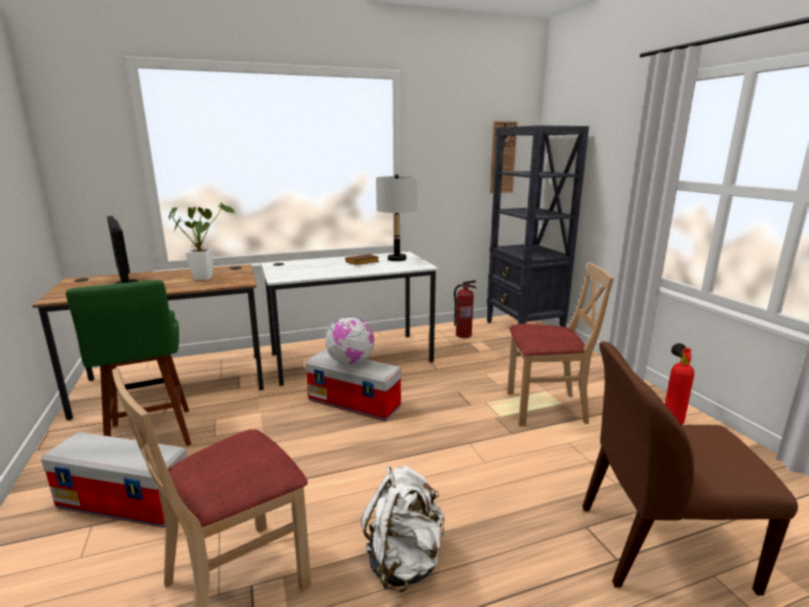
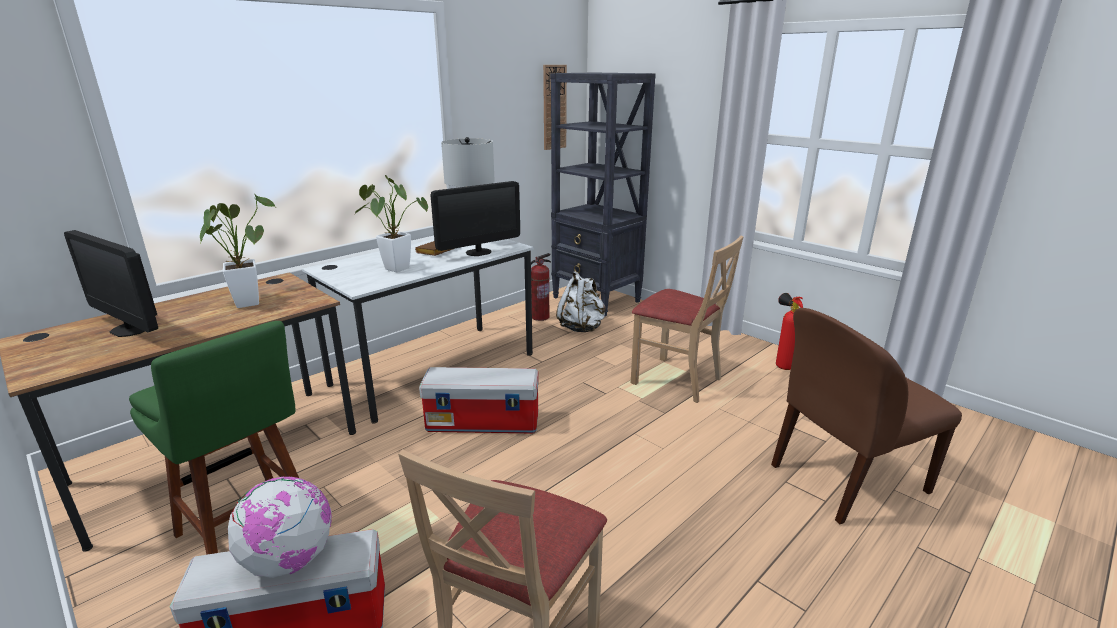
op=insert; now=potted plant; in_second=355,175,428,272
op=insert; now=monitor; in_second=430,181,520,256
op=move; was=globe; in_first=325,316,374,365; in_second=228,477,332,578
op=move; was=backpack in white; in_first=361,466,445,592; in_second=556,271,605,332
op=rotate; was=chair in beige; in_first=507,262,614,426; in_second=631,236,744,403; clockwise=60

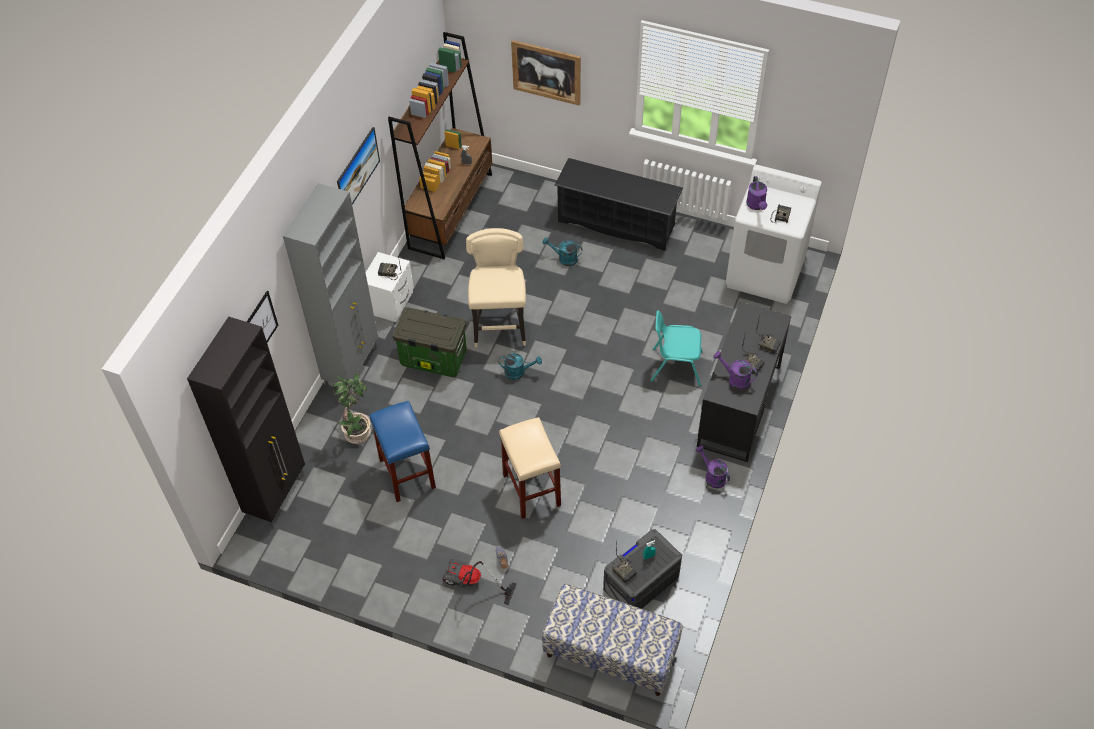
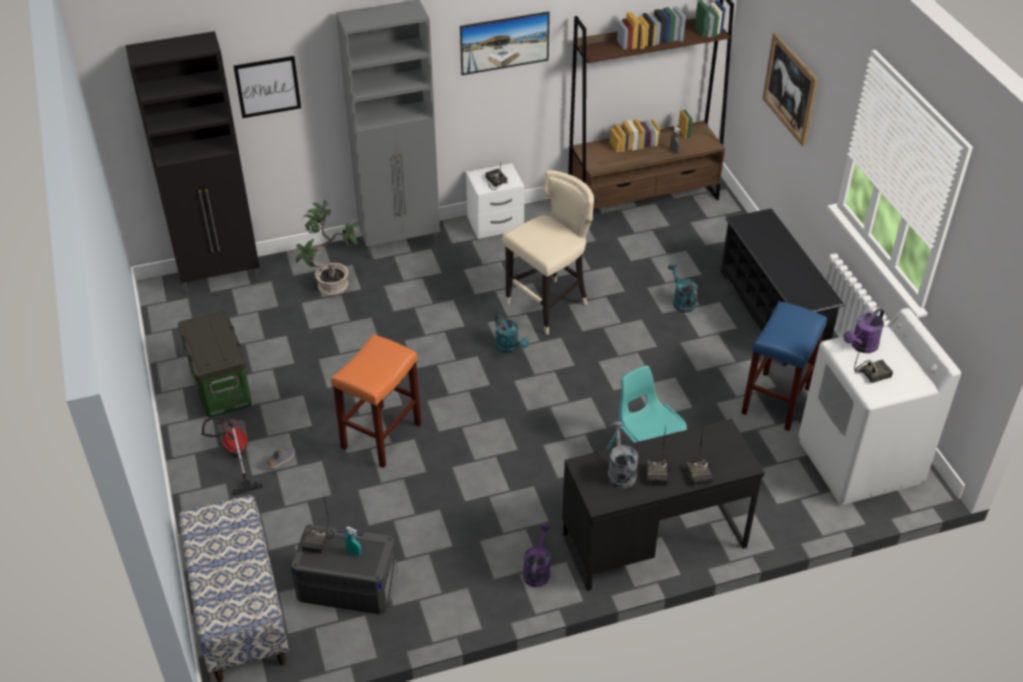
op=move; was=stool in blue; in_first=369,401,436,502; in_second=741,301,827,431
op=move; was=storage box; in_first=392,307,467,377; in_second=178,310,252,418
op=recolor; was=stool in beige; now=stool in orange; in_first=499,417,561,519; in_second=331,334,421,468
op=recolor; was=watering can in purple; now=watering can in grey; in_first=713,351,758,390; in_second=608,421,638,488

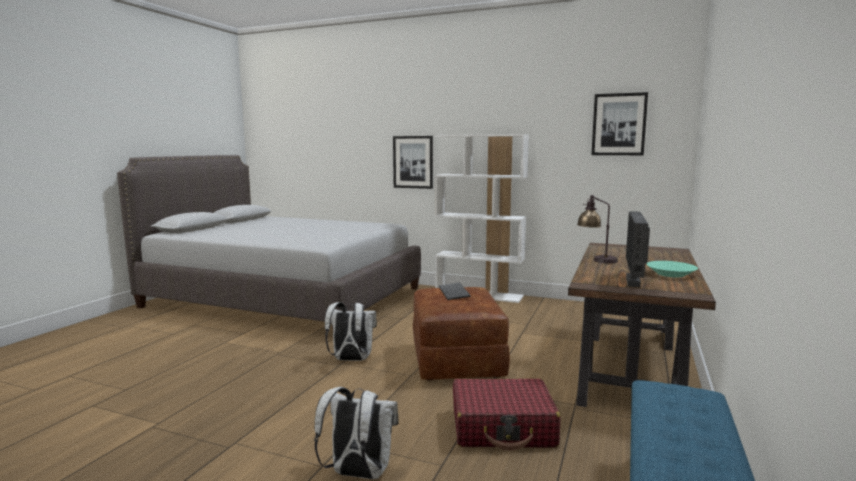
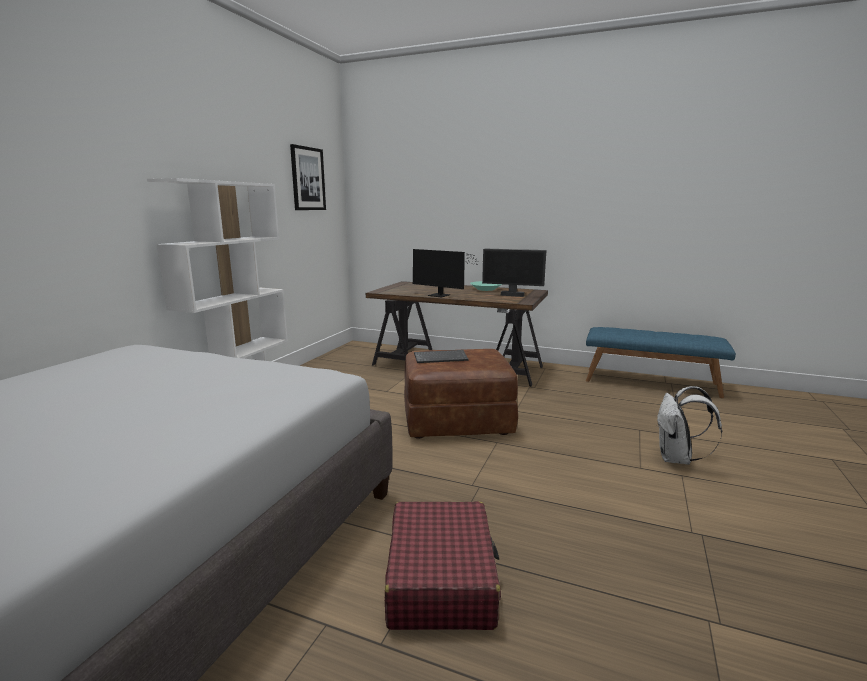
op=delete; was=backpack in white; in_first=325,302,377,361
op=delete; was=picture; in_first=393,136,433,189
op=move; was=suitcase in red; in_first=453,379,561,451; in_second=385,501,501,630
op=replace; was=table lamp; now=monitor; in_first=577,195,618,263; in_second=413,249,483,298

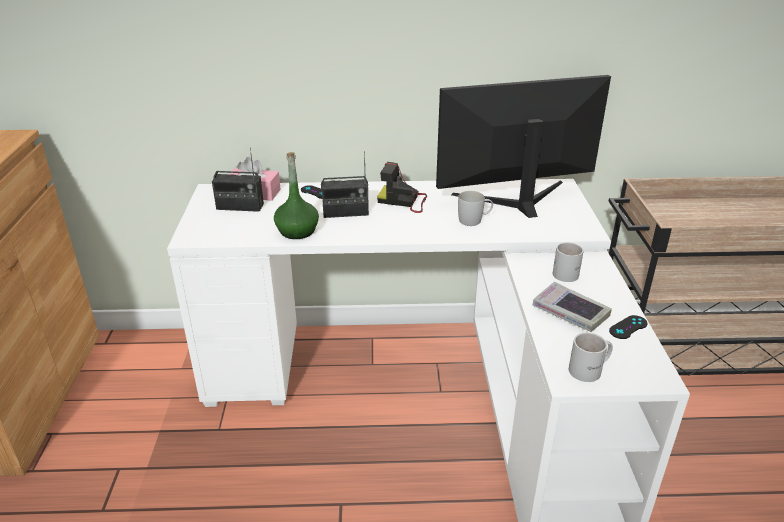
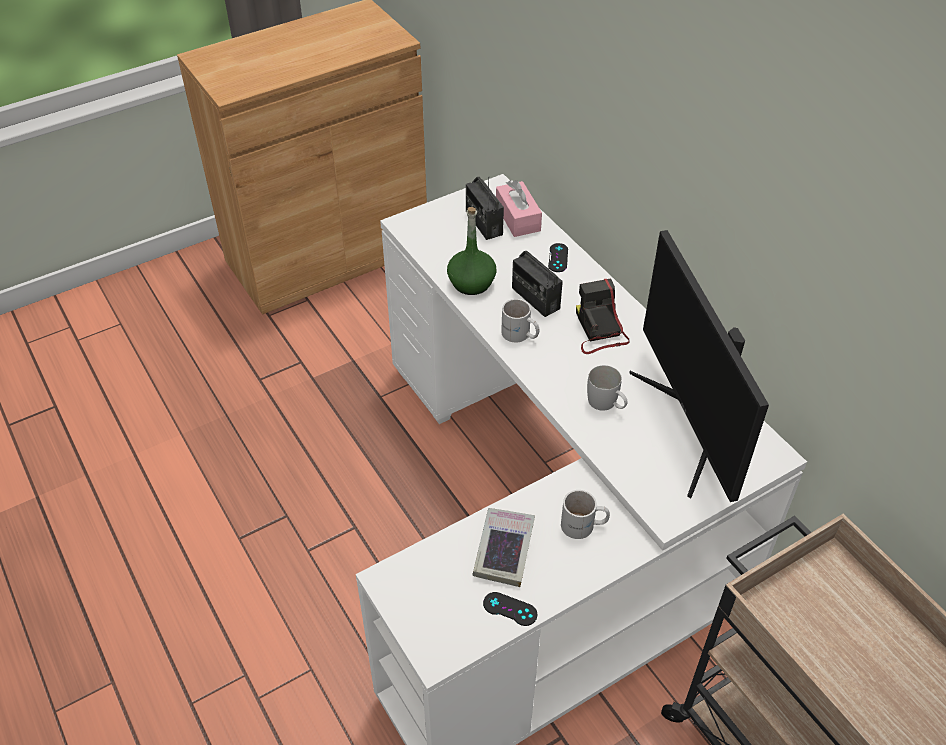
op=move; was=mug in white; in_first=569,333,613,382; in_second=501,299,540,343
op=rotate; was=monitor; in_first=436,75,611,218; in_second=629,230,769,502; clockwise=-150

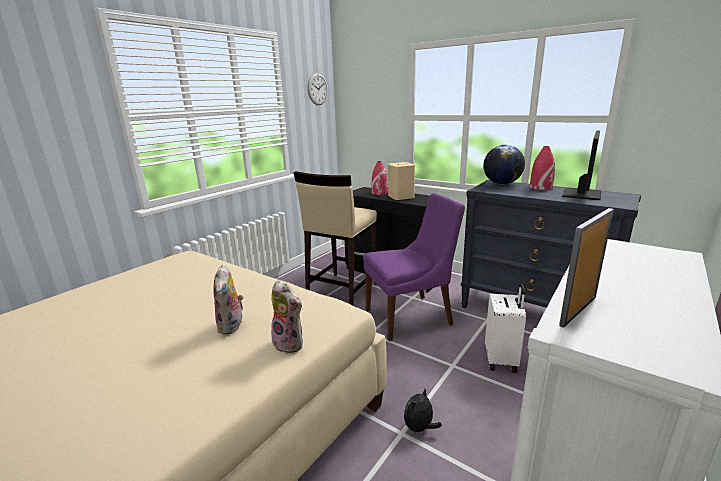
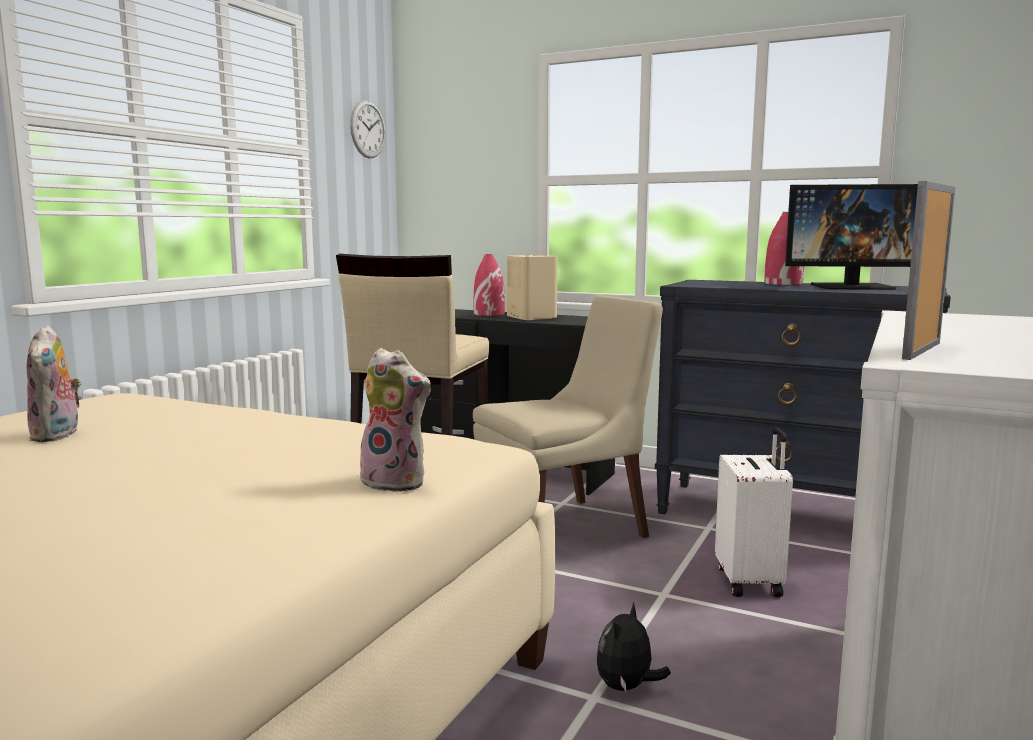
op=delete; was=globe; in_first=483,145,525,184
op=move; was=plush toy; in_first=213,265,243,334; in_second=27,325,81,442
op=recolor; was=chair in purple; now=chair in beige; in_first=363,193,465,341; in_second=473,295,663,538
op=rotate; was=monitor; in_first=562,130,601,200; in_second=785,184,918,290; clockwise=75

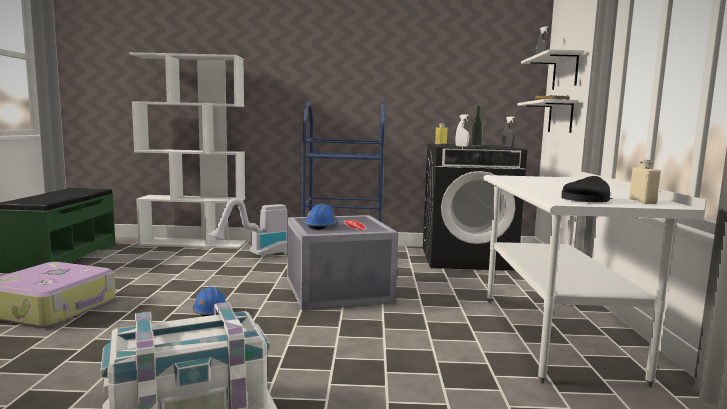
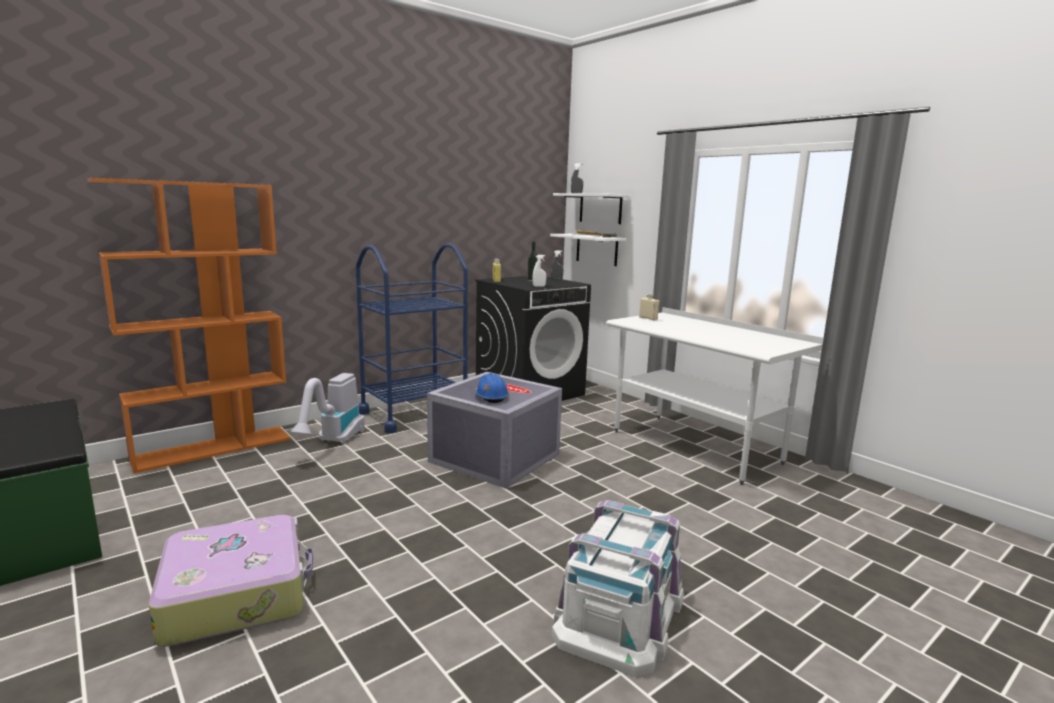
op=delete; was=hard hat in blue; in_first=193,286,226,316
op=delete; was=cap in black; in_first=561,176,613,202
op=move; was=bottle in beige; in_first=629,159,661,204; in_second=639,294,659,321
op=recolor; was=bookcase in white; now=bookcase in orange; in_first=129,52,246,249; in_second=87,178,291,473

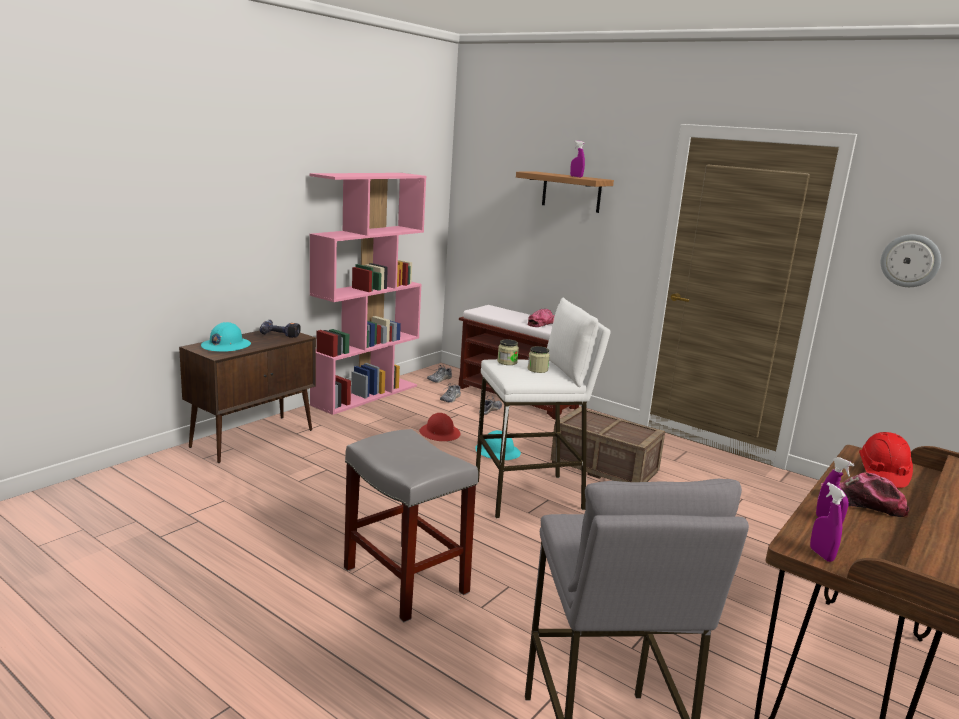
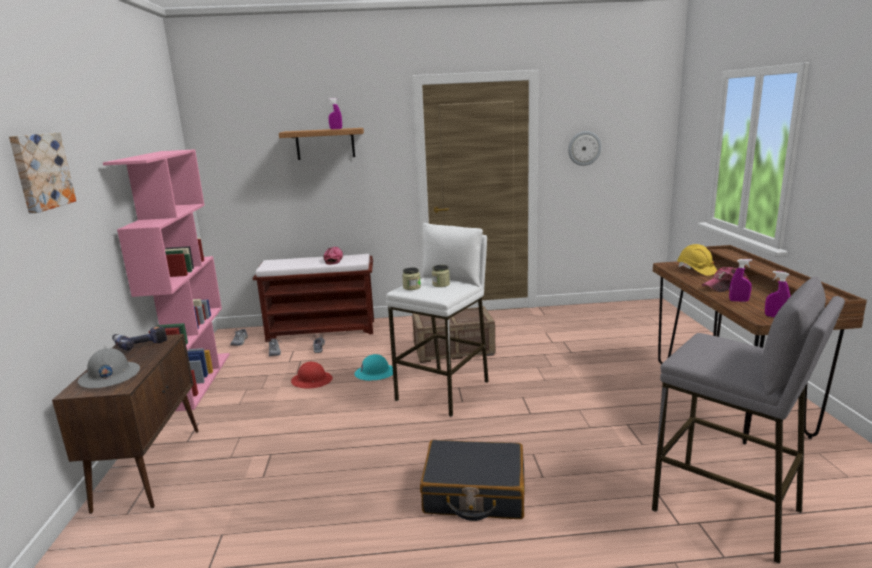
op=insert; now=picture; in_second=9,132,76,213
op=replace; was=stool in grey; now=suitcase in black; in_first=344,429,478,622; in_second=420,440,525,521
op=recolor; was=hard hat in turquoise; now=hard hat in grey; in_first=201,322,251,352; in_second=78,348,140,388
op=recolor; was=hard hat in red; now=hard hat in yellow; in_first=859,432,913,488; in_second=677,244,717,276

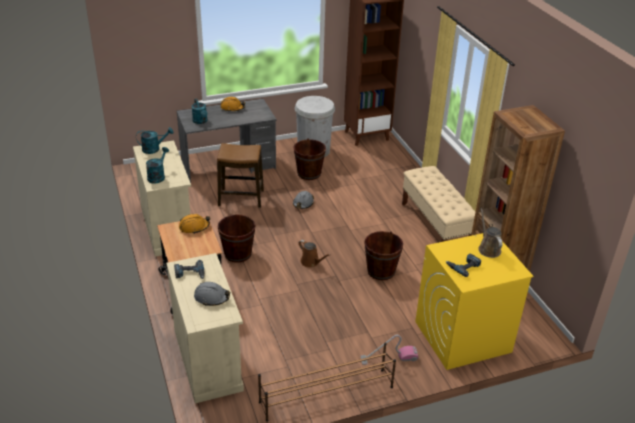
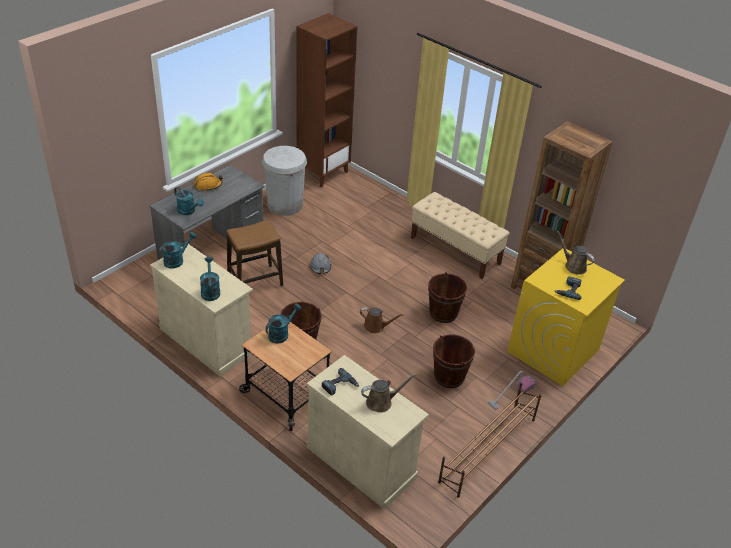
op=move; was=bucket in brown; in_first=294,138,326,180; in_second=433,334,475,388
op=replace; was=hard hat in orange; now=watering can in turquoise; in_first=179,214,210,234; in_second=266,303,302,343
op=replace; was=hard hat in grey; now=watering can in brown; in_first=194,282,230,306; in_second=361,374,416,413

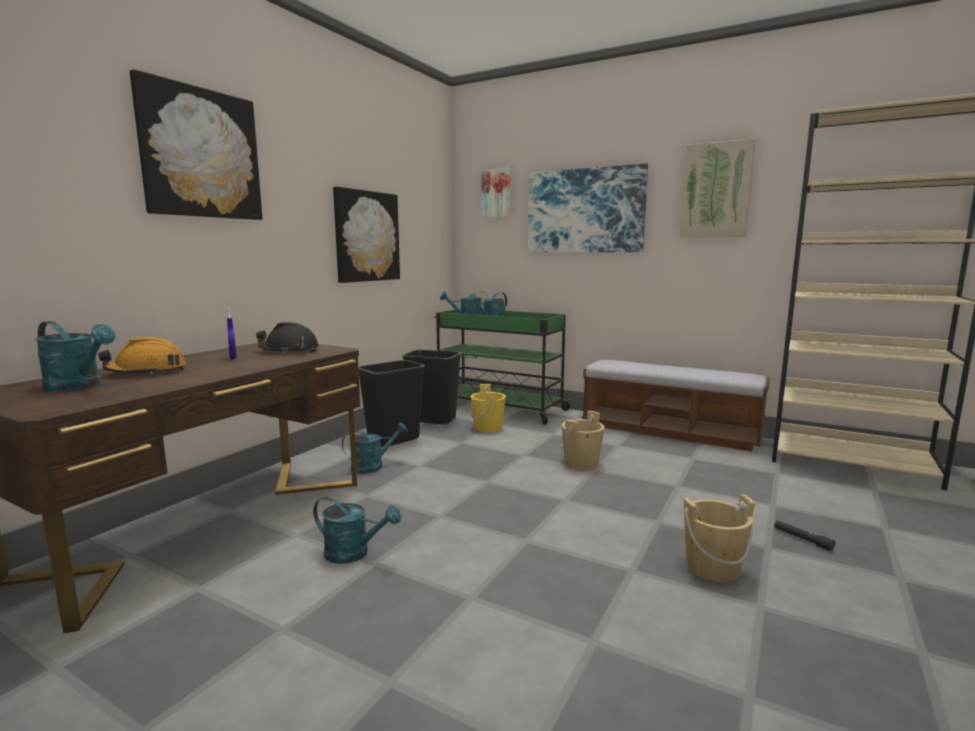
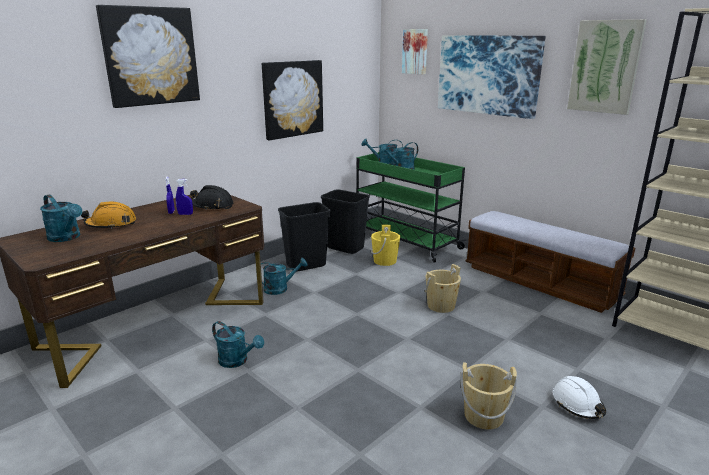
op=insert; now=spray bottle in blue; in_second=176,179,193,215
op=replace; was=flashlight in black; now=hard hat in white; in_first=775,520,835,551; in_second=553,376,606,419

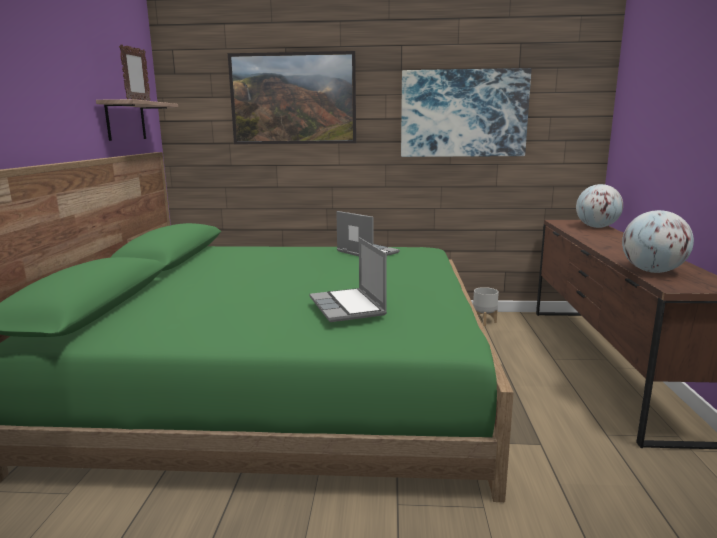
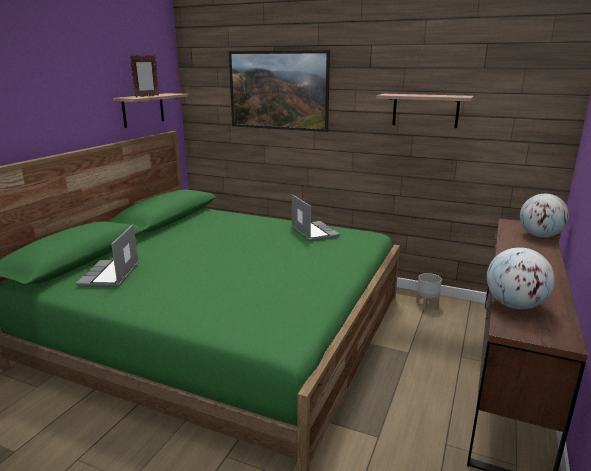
op=move; was=laptop; in_first=310,237,387,322; in_second=75,224,139,287
op=replace; was=picture; now=shelf; in_first=401,68,532,157; in_second=376,94,474,128

